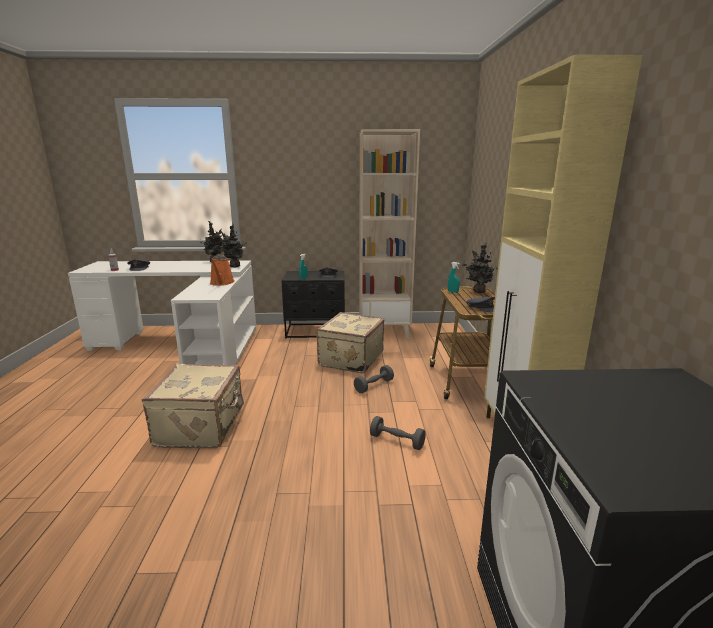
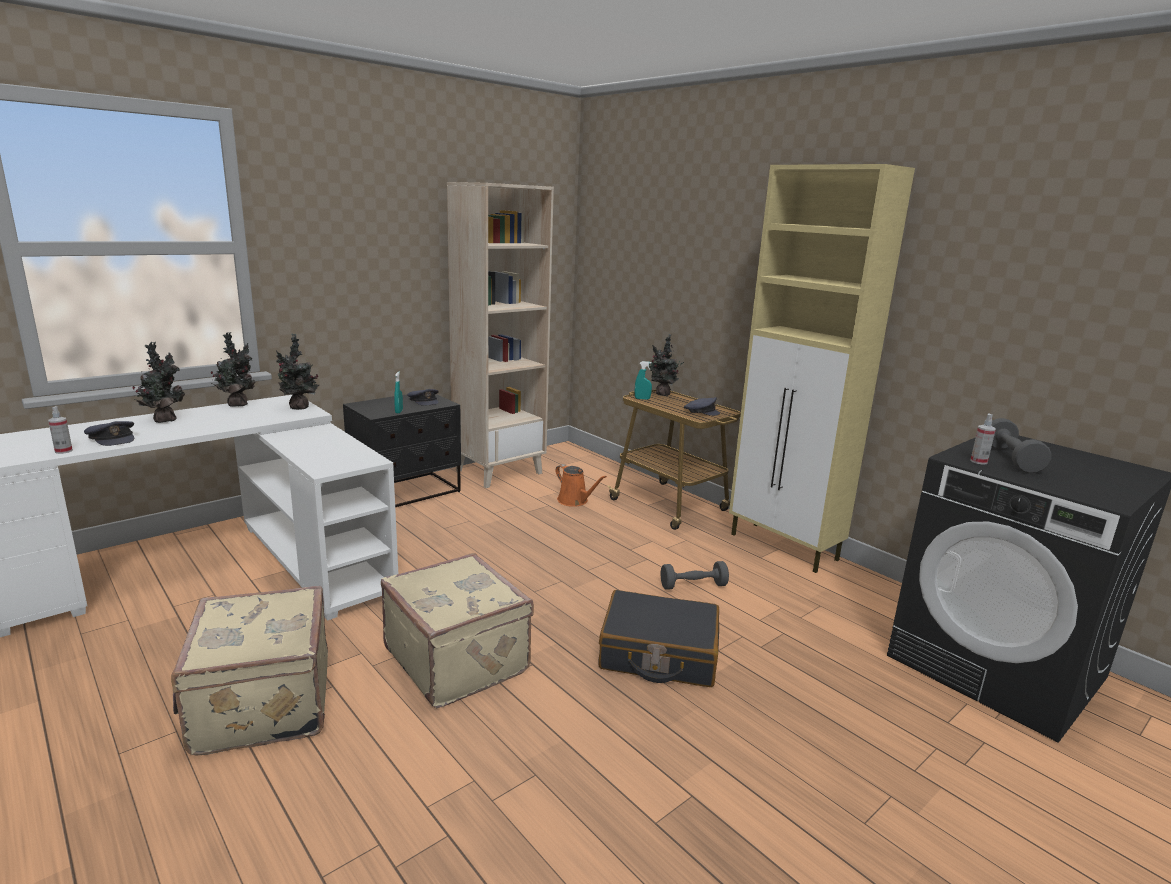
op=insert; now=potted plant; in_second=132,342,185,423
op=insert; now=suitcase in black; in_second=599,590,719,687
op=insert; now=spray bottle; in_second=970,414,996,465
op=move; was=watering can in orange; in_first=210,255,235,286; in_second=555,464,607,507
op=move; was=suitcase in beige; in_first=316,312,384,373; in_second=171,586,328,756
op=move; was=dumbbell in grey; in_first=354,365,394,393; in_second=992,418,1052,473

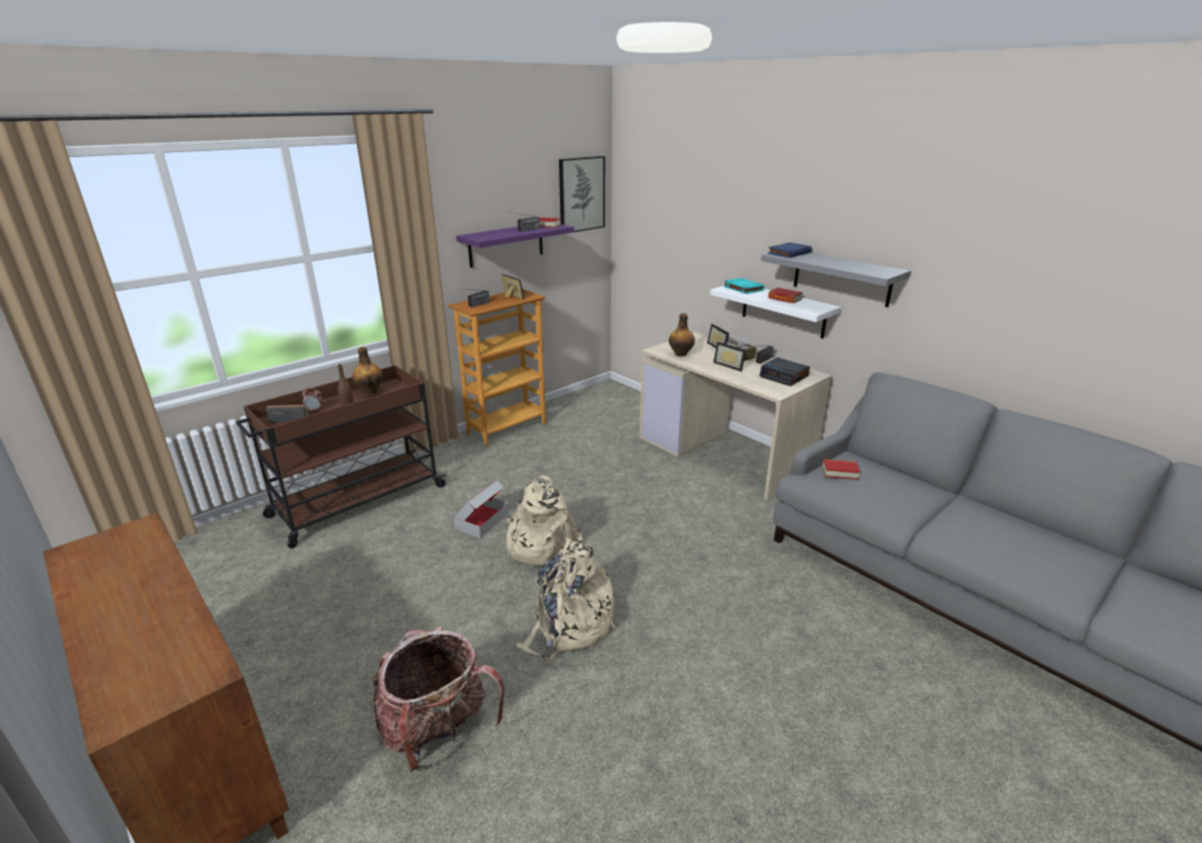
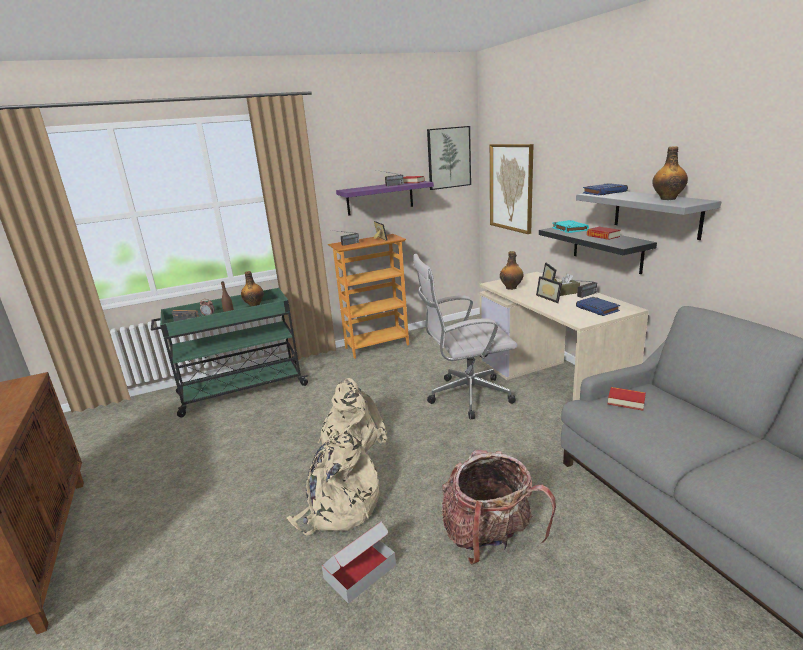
op=insert; now=office chair in white; in_second=413,254,517,419
op=insert; now=picture; in_second=490,144,533,234
op=insert; now=bottle; in_second=652,146,688,200
op=move; was=backpack; in_first=372,627,505,772; in_second=442,450,556,565
op=move; was=cardboard box; in_first=454,480,509,538; in_second=322,521,396,604
op=replace; was=alarm clock; now=book in blue; in_first=759,358,810,386; in_second=576,297,620,316
op=recolor; was=cart in brown; now=cart in green; in_first=235,365,447,548; in_second=151,288,309,418
op=recolor; was=shelf in white; now=shelf in black; in_first=710,285,841,339; in_second=539,228,657,274

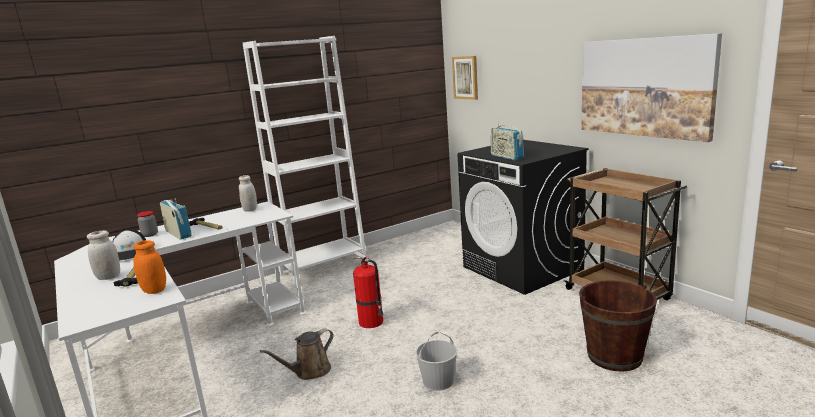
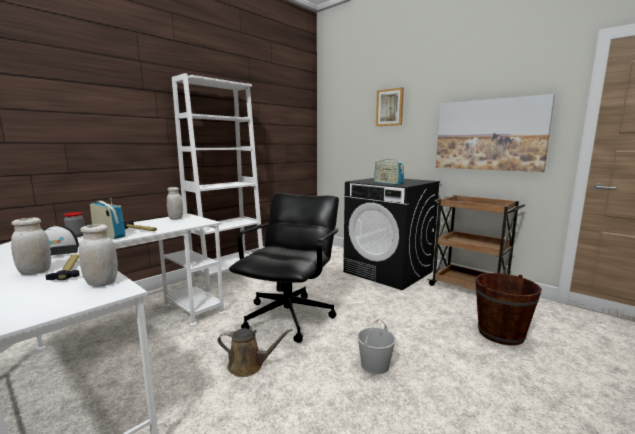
op=move; was=picture; in_first=452,56,478,100; in_second=376,87,404,126
op=replace; was=fire extinguisher; now=office chair in black; in_first=353,251,383,328; in_second=229,193,339,343
op=recolor; was=jar in orange; now=jar in white; in_first=133,240,166,294; in_second=79,224,118,287
op=rotate; was=watering can in brown; in_first=260,329,333,380; in_second=218,328,293,377; clockwise=-120

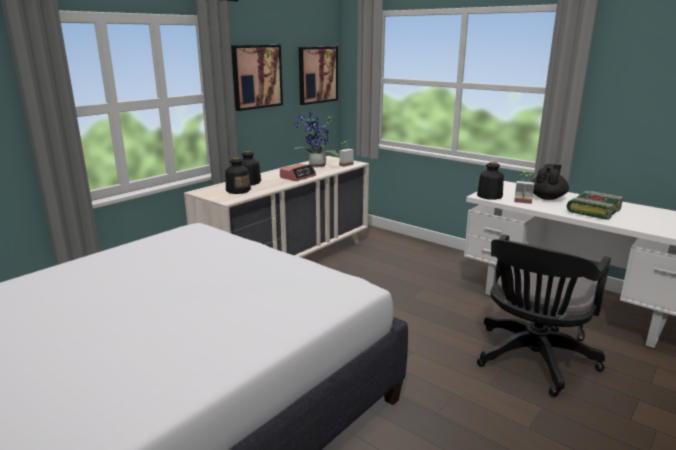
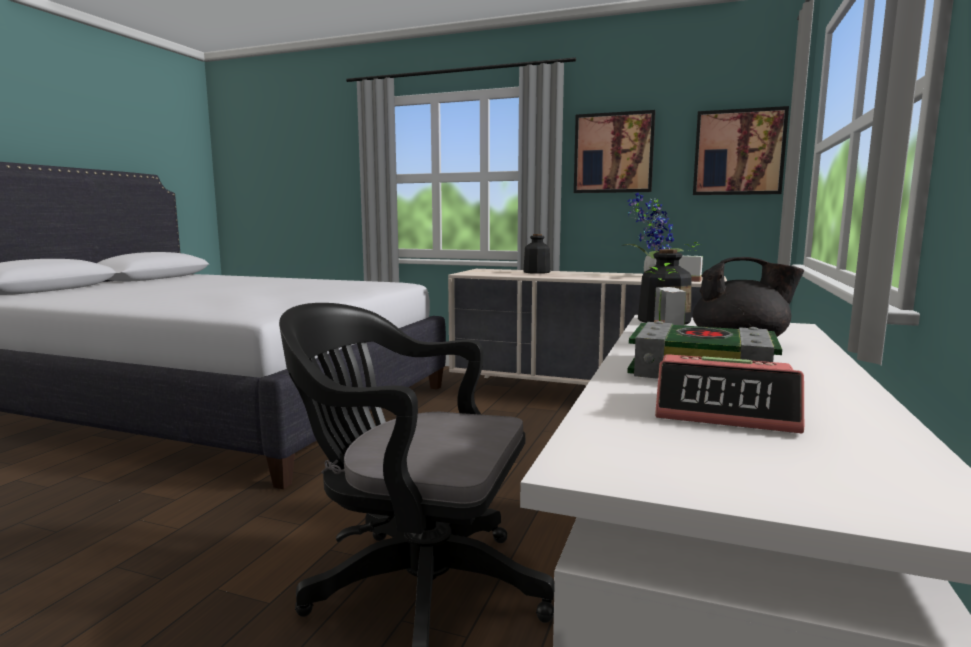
op=delete; was=bottle; in_first=225,157,251,194
op=move; was=alarm clock; in_first=280,164,316,181; in_second=655,354,804,433

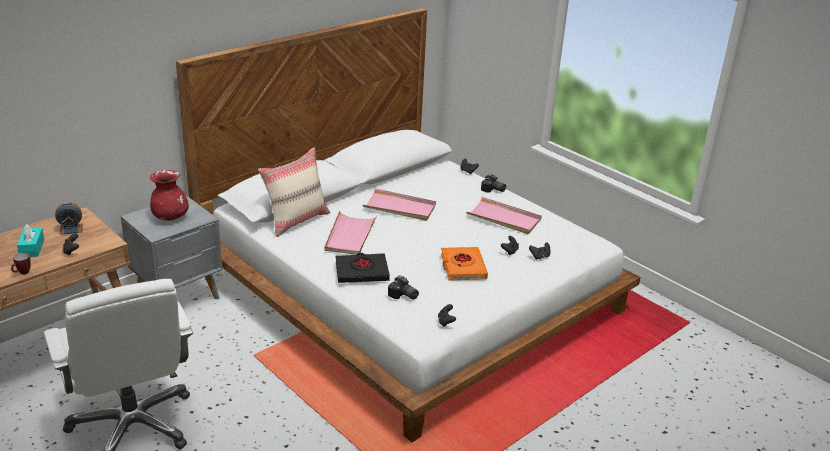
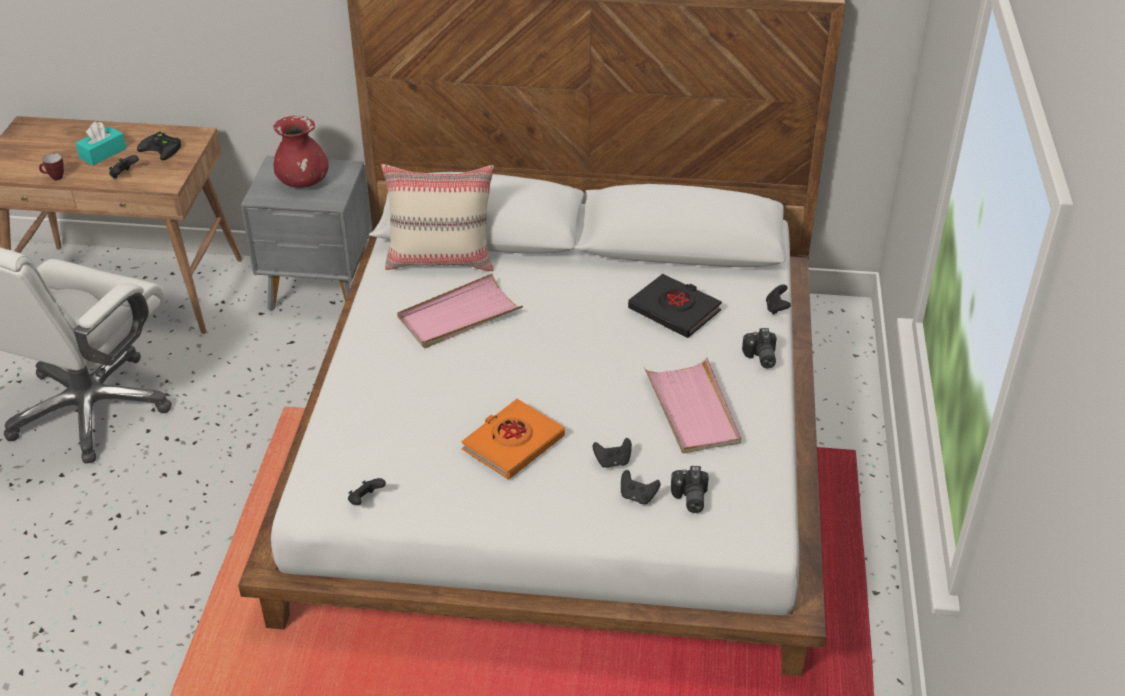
op=delete; was=tray in pink; in_first=363,188,436,221
op=move; was=book in black; in_first=336,253,390,283; in_second=628,274,722,338
op=move; was=photo camera; in_first=388,275,419,300; in_second=671,466,708,513
op=replace; was=alarm clock; now=game controller in black; in_first=55,202,83,235; in_second=137,132,181,160

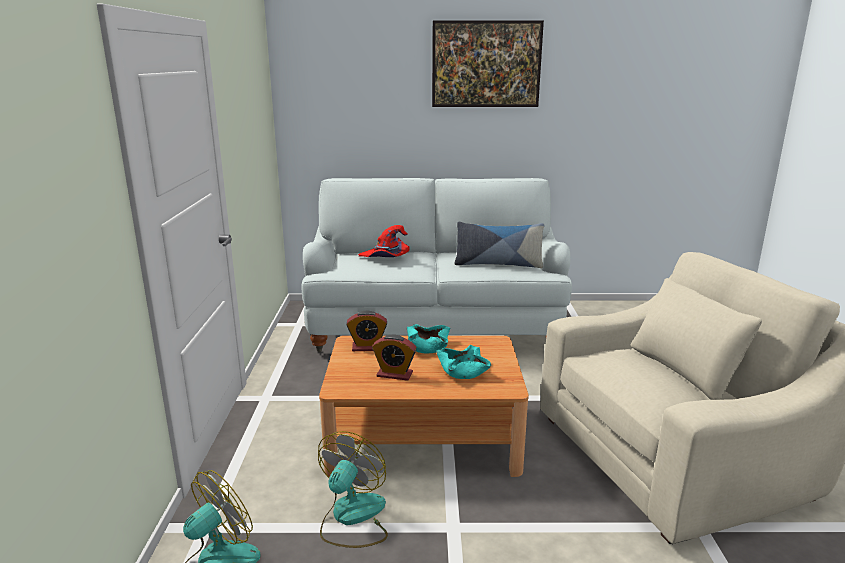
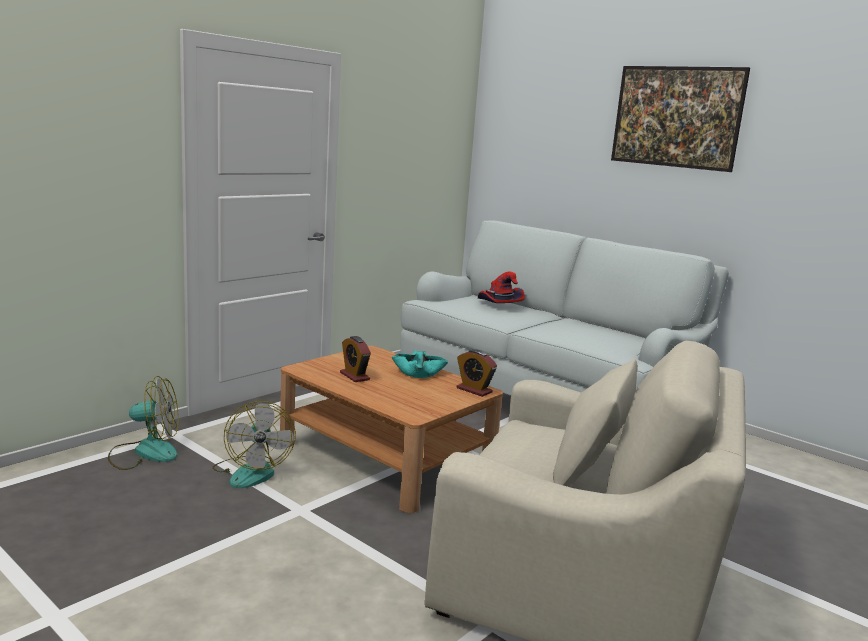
op=delete; was=bowl in turquoise; in_first=436,345,491,379
op=delete; was=pillow; in_first=454,222,544,268
op=move; was=alarm clock; in_first=346,310,387,351; in_second=457,349,497,397
op=rotate; was=fan; in_first=318,431,388,548; in_second=212,401,296,488; clockwise=105

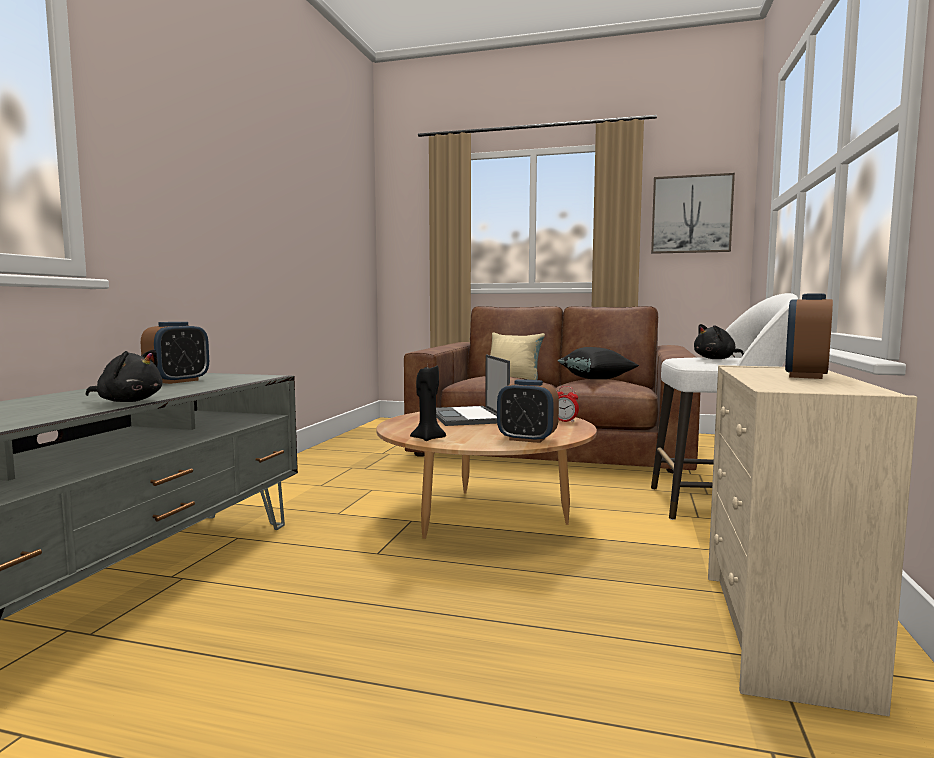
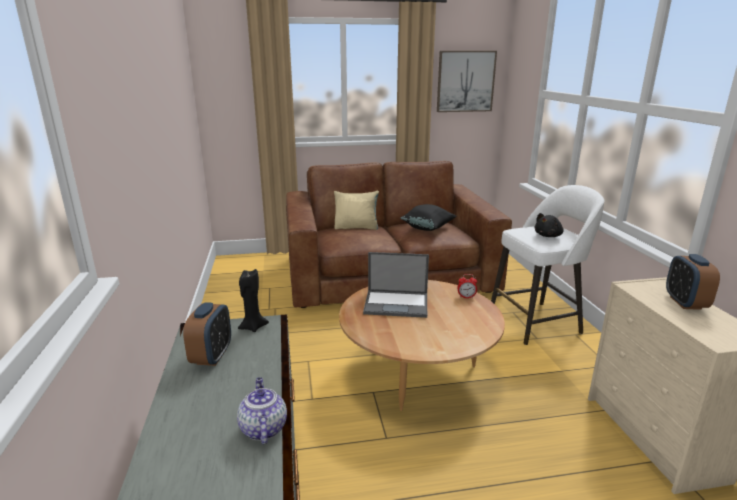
op=delete; was=alarm clock; in_first=497,379,559,443
op=move; was=candle in black; in_first=410,365,446,441; in_second=238,269,269,332
op=replace; was=plush toy in black; now=teapot; in_first=86,350,163,402; in_second=237,377,287,445
op=rotate; was=laptop; in_first=436,354,510,426; in_second=363,252,429,318; clockwise=-45

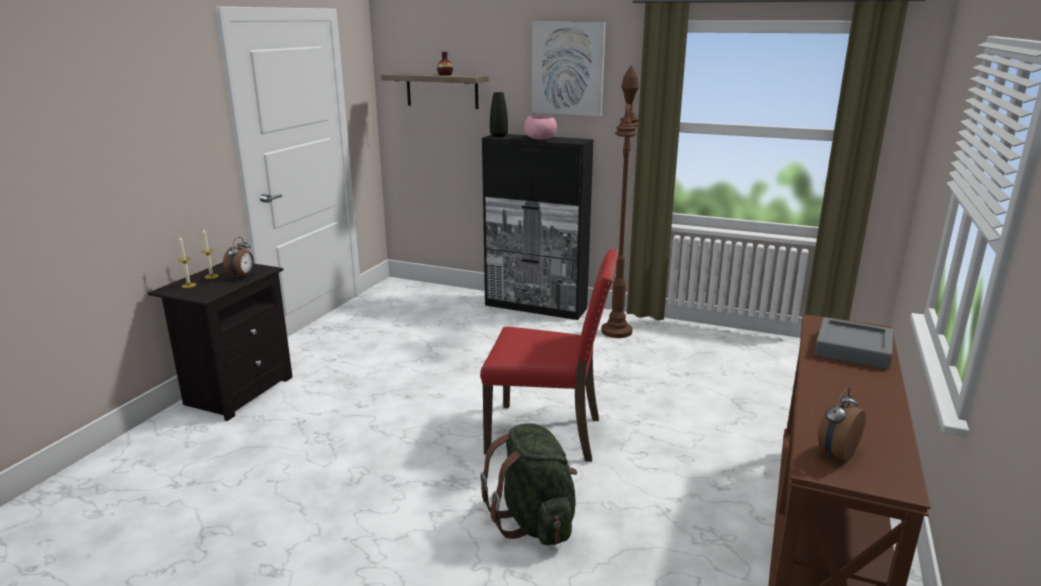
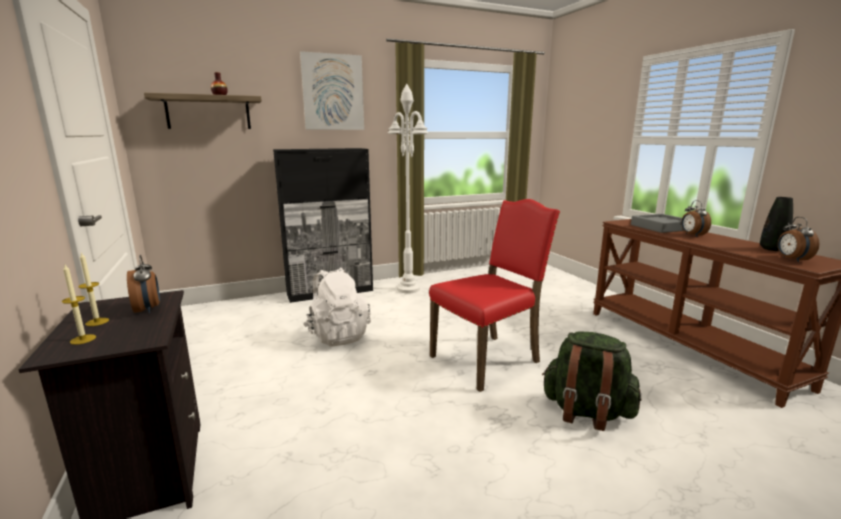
op=delete; was=bowl in pink; in_first=524,116,557,140
op=insert; now=backpack in white; in_second=303,267,371,346
op=insert; now=alarm clock; in_second=681,200,711,237
op=move; was=vase in black; in_first=490,92,508,137; in_second=760,197,793,251
op=recolor; was=floor lamp in brown; now=floor lamp in white; in_first=601,65,640,338; in_second=388,84,428,294

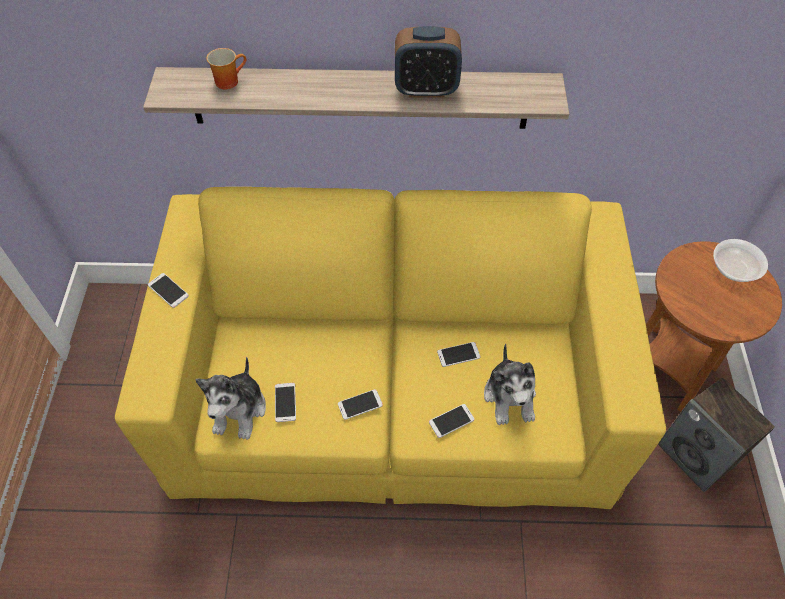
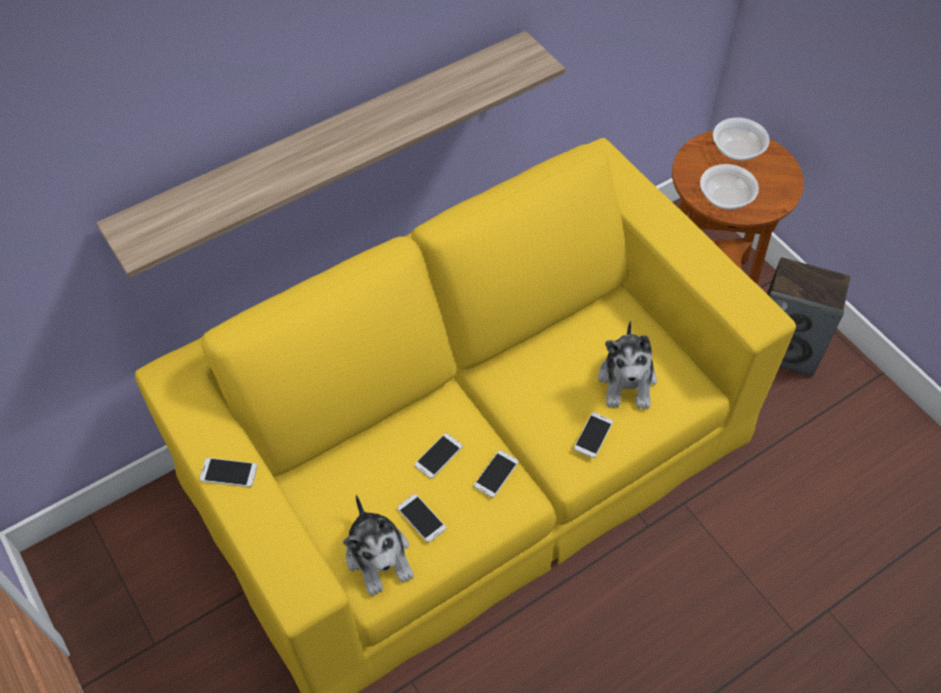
op=delete; was=mug; in_first=206,48,246,90
op=delete; was=alarm clock; in_first=395,26,462,98
op=insert; now=bowl; in_second=700,164,759,210
op=move; was=phone; in_first=437,342,480,367; in_second=415,433,463,479
op=rotate; was=plush toy; in_first=484,344,536,425; in_second=598,320,657,409; clockwise=45

